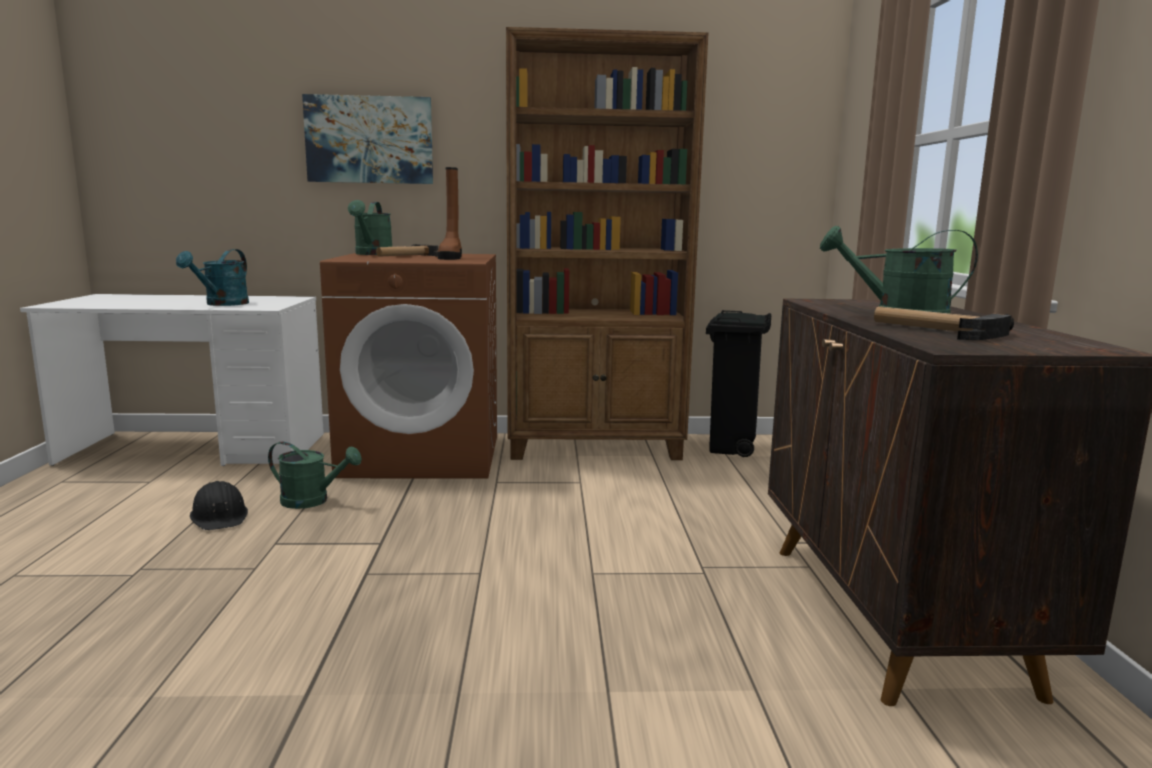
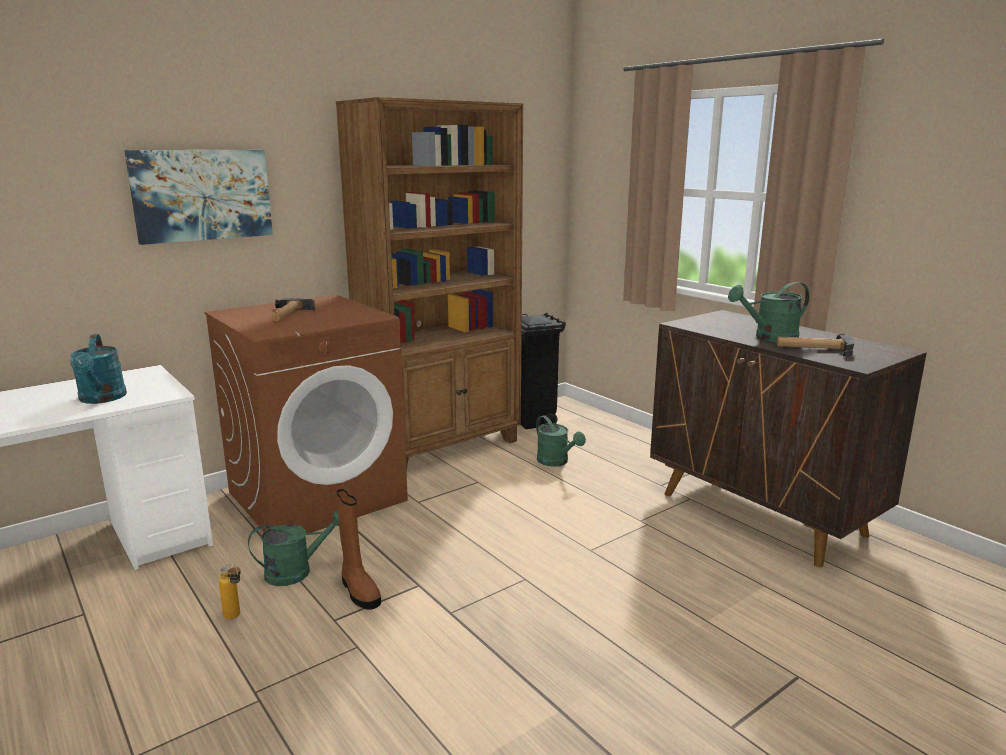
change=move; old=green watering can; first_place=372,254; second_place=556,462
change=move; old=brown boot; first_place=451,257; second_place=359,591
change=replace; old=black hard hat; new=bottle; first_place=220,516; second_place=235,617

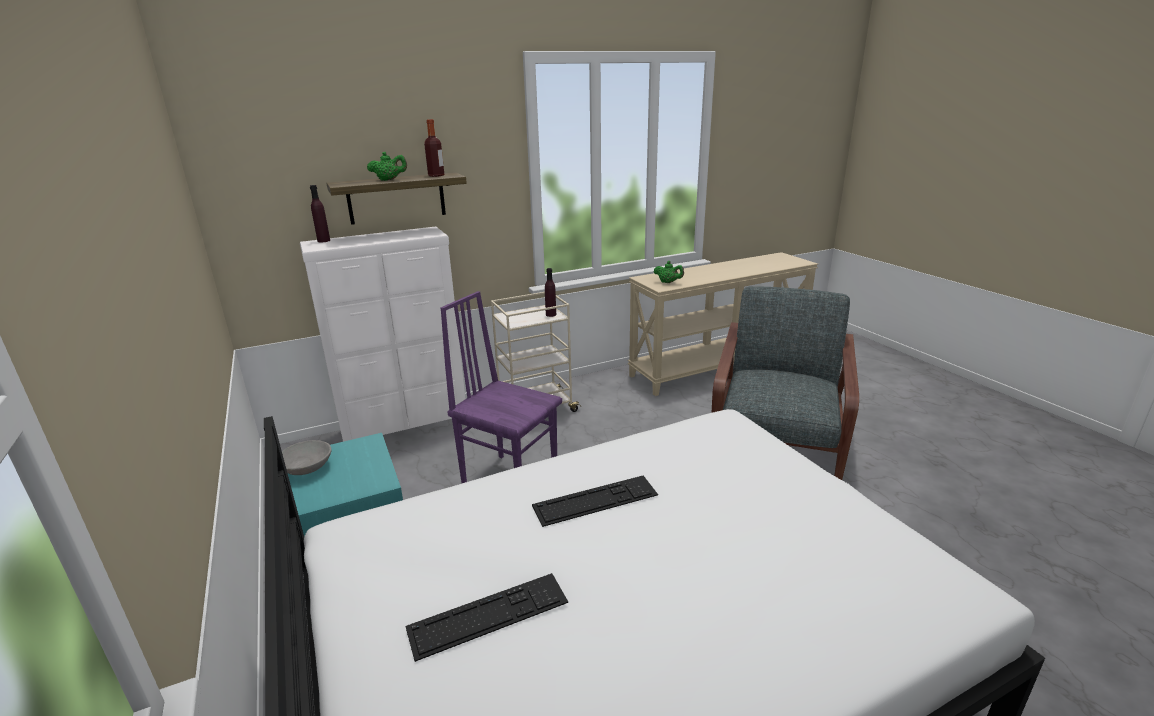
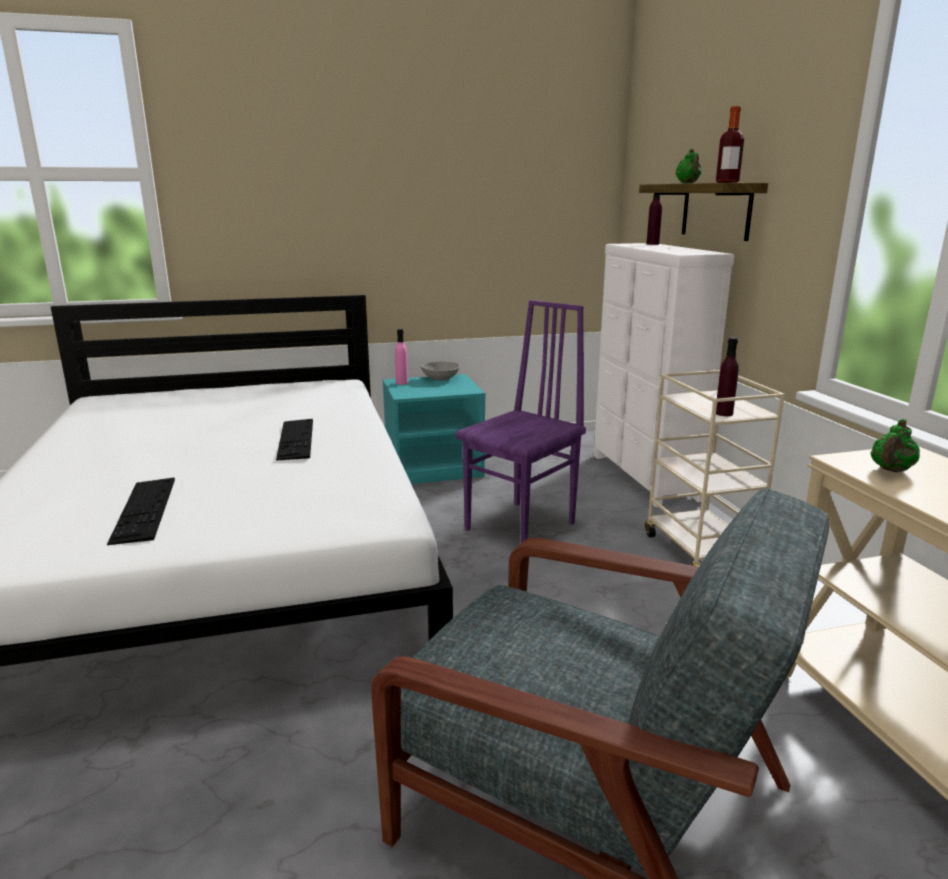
change=insert; new=pink bottle; second_place=401,383
change=move; old=keyboard; first_place=488,615; second_place=144,509

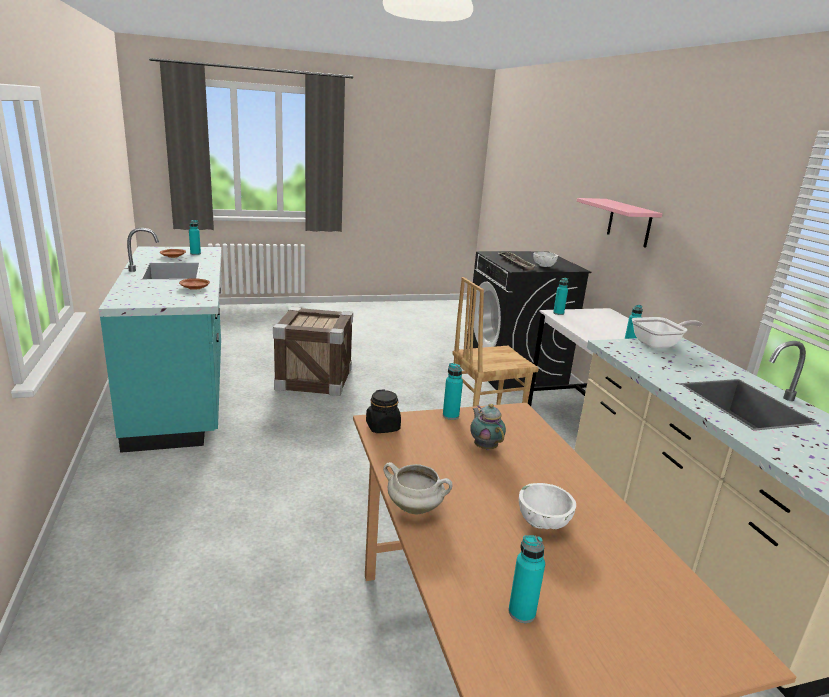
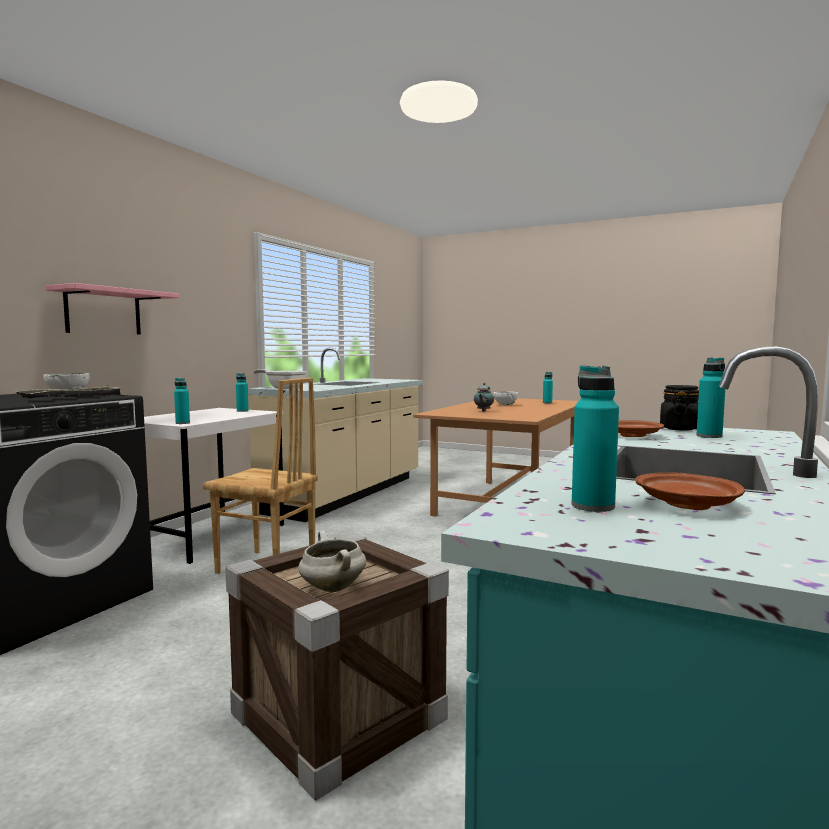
change=move; old=black jar; first_place=383,427; second_place=679,428
change=move; old=white cooking pot; first_place=415,507; second_place=331,588
change=move; old=turquoise bottle; first_place=450,416; second_place=709,436

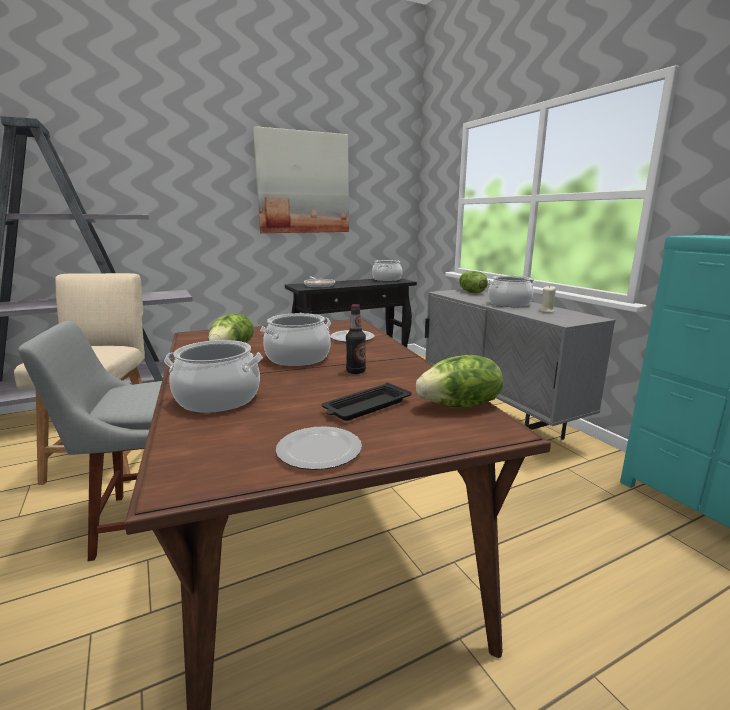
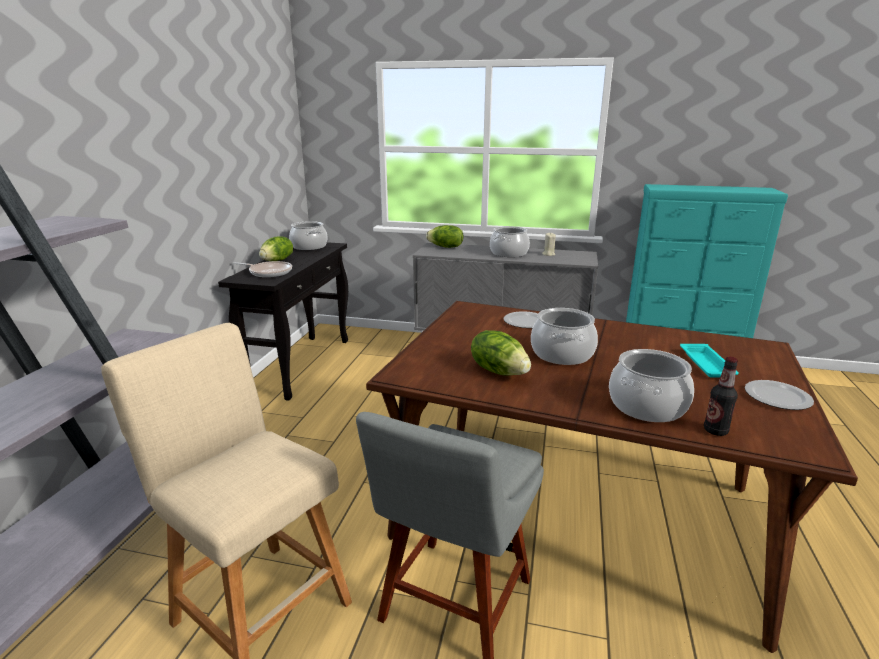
change=delete; old=picture; first_place=303,183
change=move; old=bottle; first_place=356,371; second_place=715,431
change=move; old=lettuce; first_place=460,405; second_place=277,260
change=recolor; old=black tray; new=turquoise tray; first_place=366,407; second_place=707,365

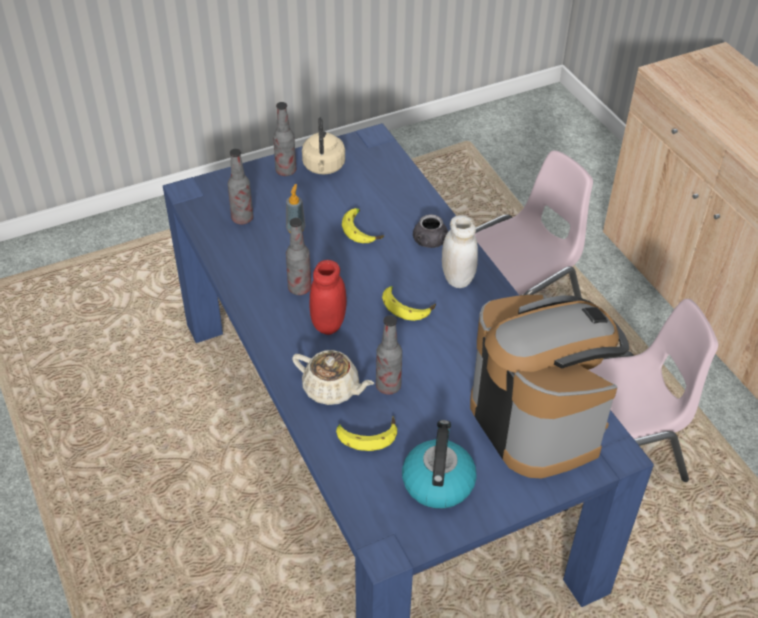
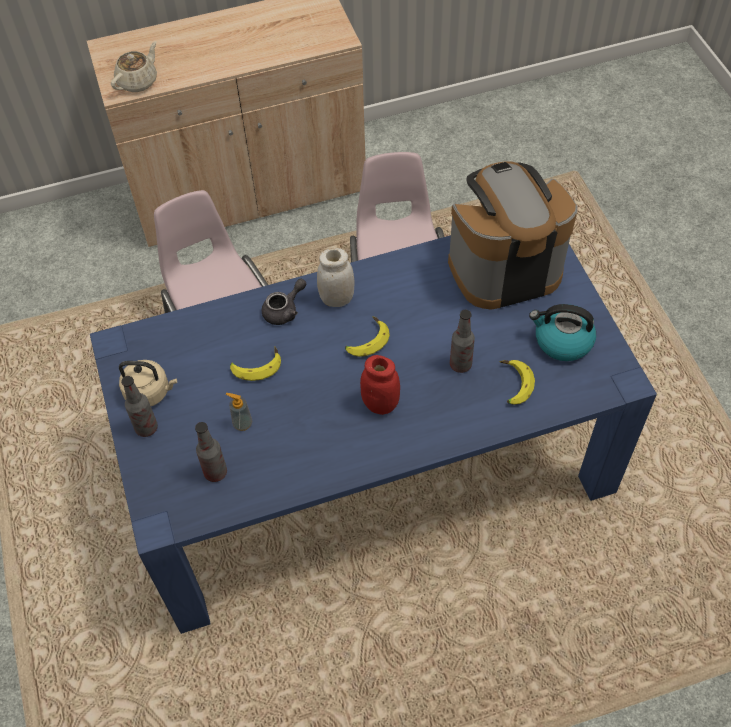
change=delete; old=bottle; first_place=299,288
change=move; old=beige teapot; first_place=332,389; second_place=138,81

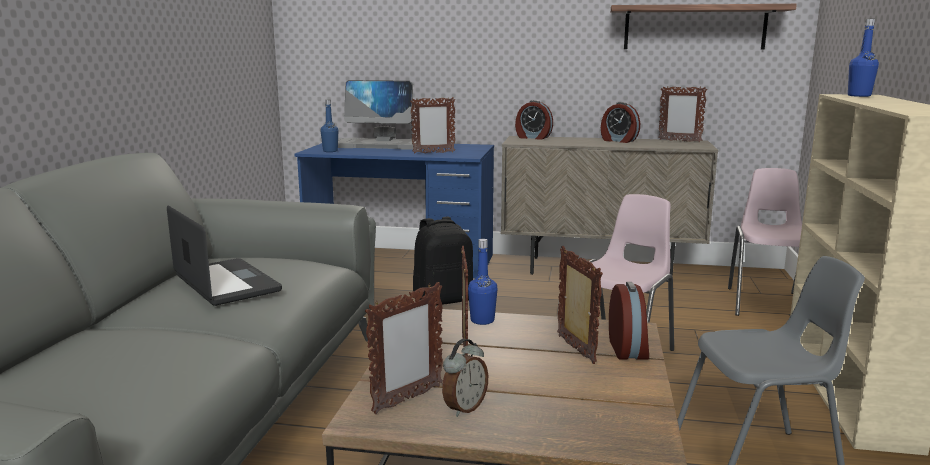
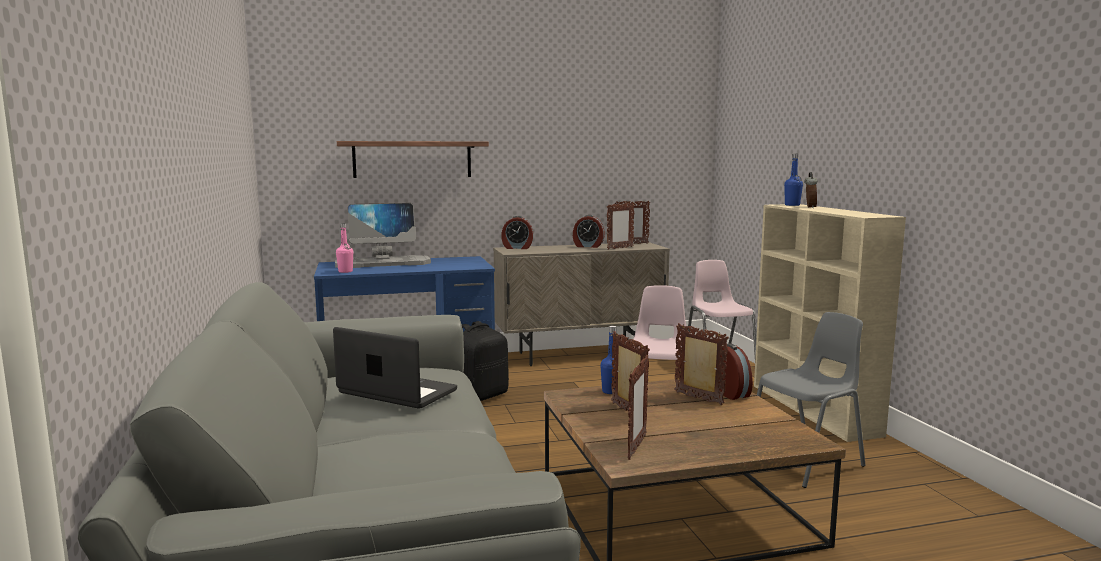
change=move; old=picture frame; first_place=433,153; second_place=619,248
change=move; old=alarm clock; first_place=464,408; second_place=809,207
change=move; old=shelf; first_place=694,27; second_place=412,159
change=recolor; old=blue bottle; new=pink bottle; first_place=330,151; second_place=345,271

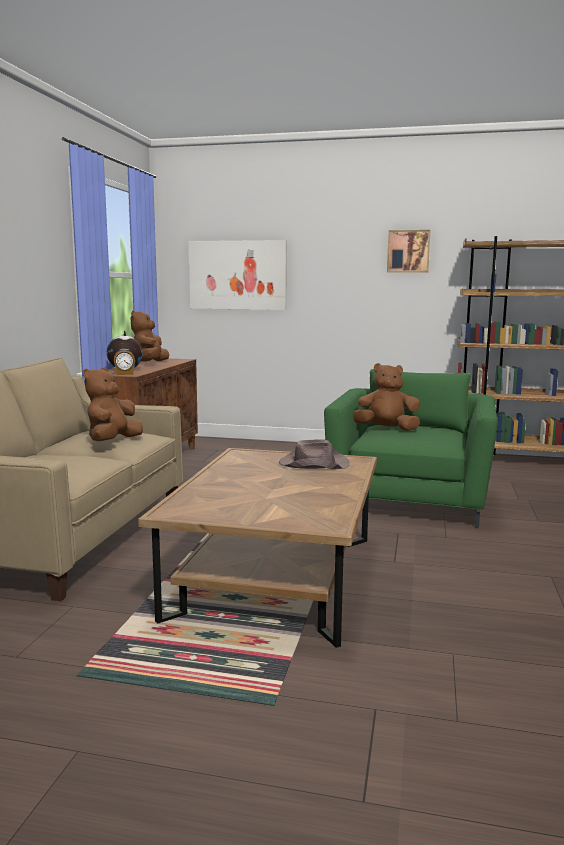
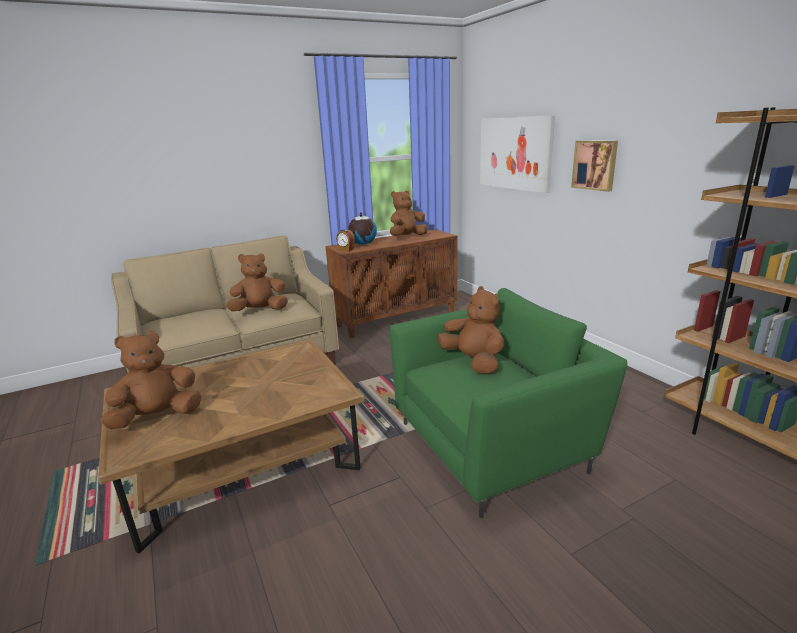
change=delete; old=brown hat; first_place=313,464
change=insert; new=brown plush toy; second_place=158,417
change=move; old=picture; first_place=408,251; second_place=595,165

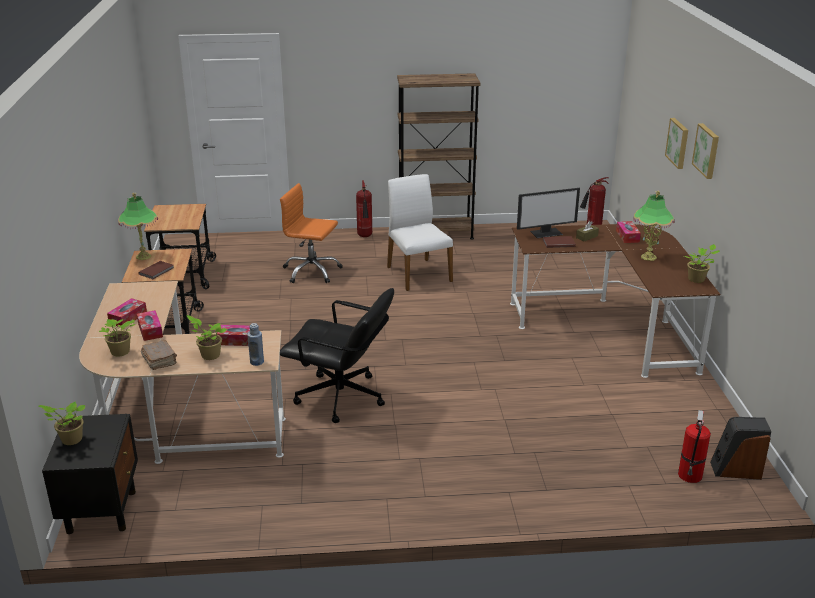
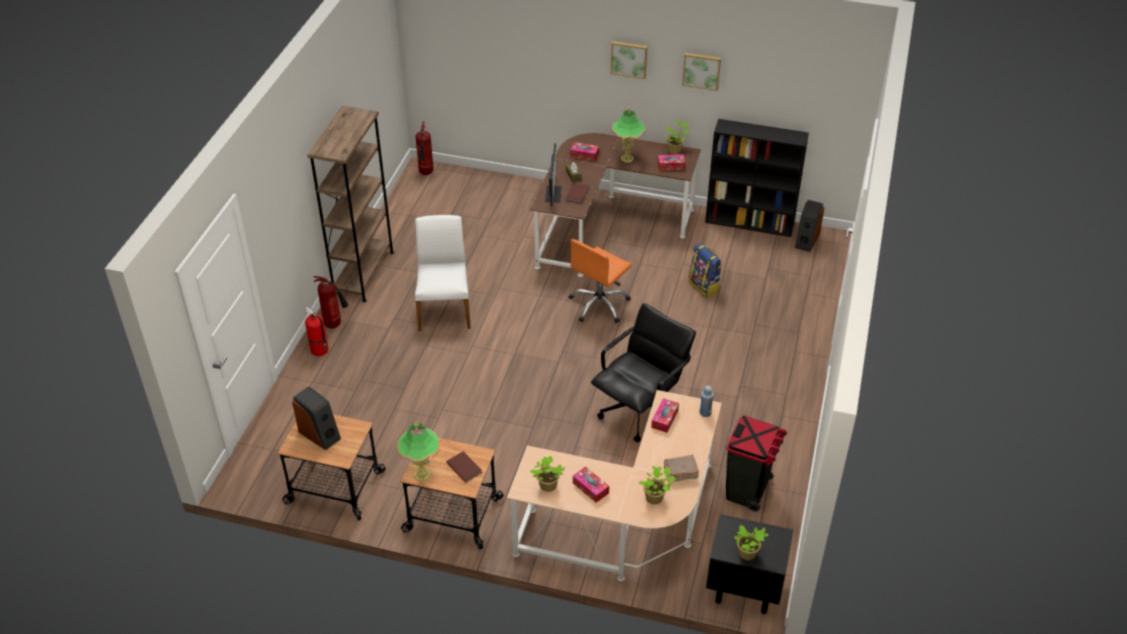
change=insert; new=speaker; second_place=320,434
change=insert; new=backpack; second_place=704,286
change=insert; new=black bookcase; second_place=750,223
change=insert; new=black trash can; second_place=747,490
change=move; old=tissue box; first_place=150,330; second_place=671,166
change=move; old=potted plant; first_place=209,355; second_place=547,486
change=move; old=orange office chair; first_place=311,271; second_place=599,305
change=move; old=picture; first_place=678,143; second_place=701,70
change=move; old=fire extinguisher; first_place=690,476; second_place=320,350
change=rotate; old=white chair; first_place=418,274; second_place=444,309; degrees=90

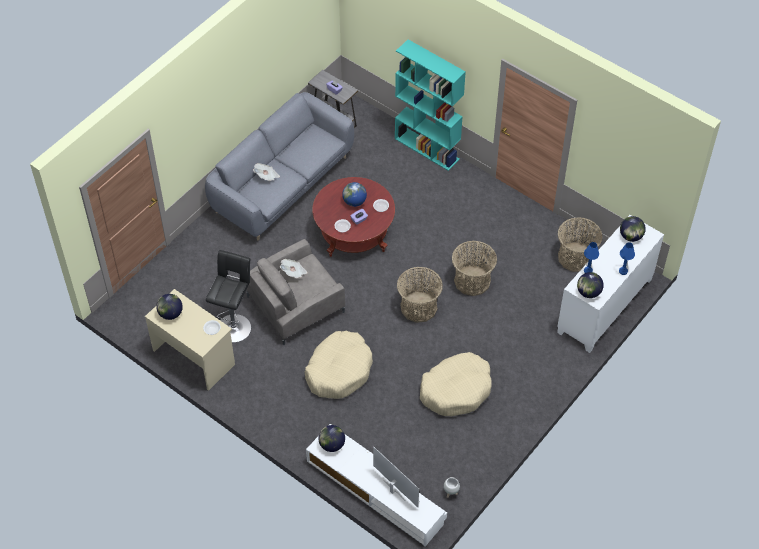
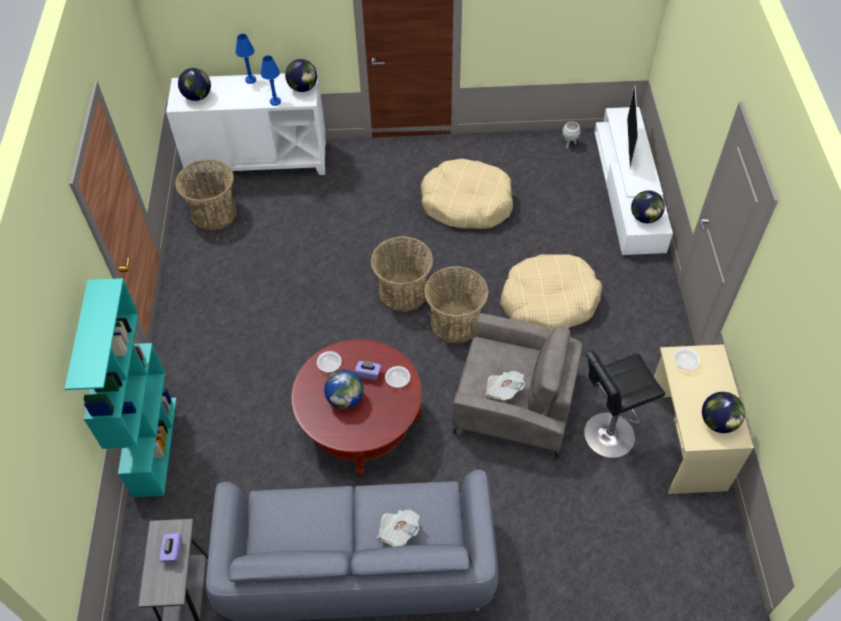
change=move; old=basket; first_place=472,281; second_place=455,322

